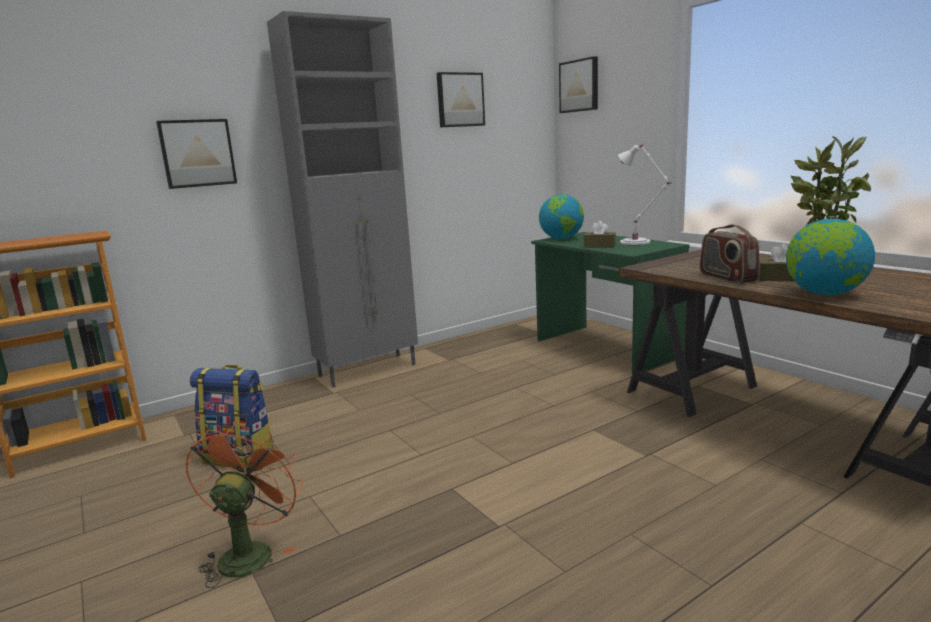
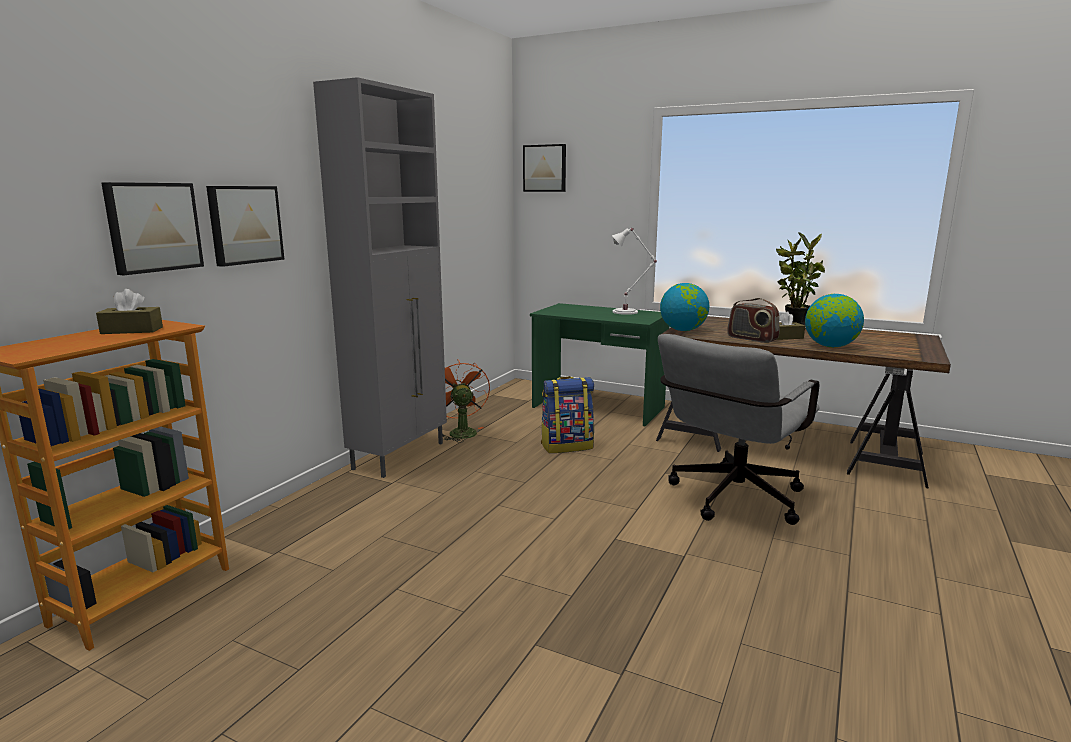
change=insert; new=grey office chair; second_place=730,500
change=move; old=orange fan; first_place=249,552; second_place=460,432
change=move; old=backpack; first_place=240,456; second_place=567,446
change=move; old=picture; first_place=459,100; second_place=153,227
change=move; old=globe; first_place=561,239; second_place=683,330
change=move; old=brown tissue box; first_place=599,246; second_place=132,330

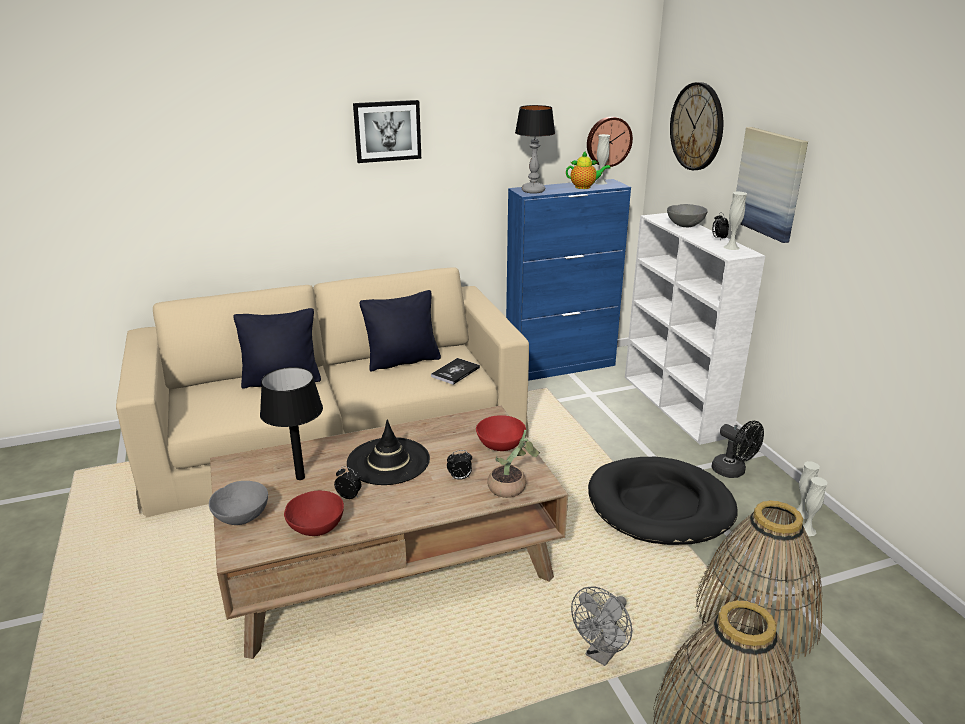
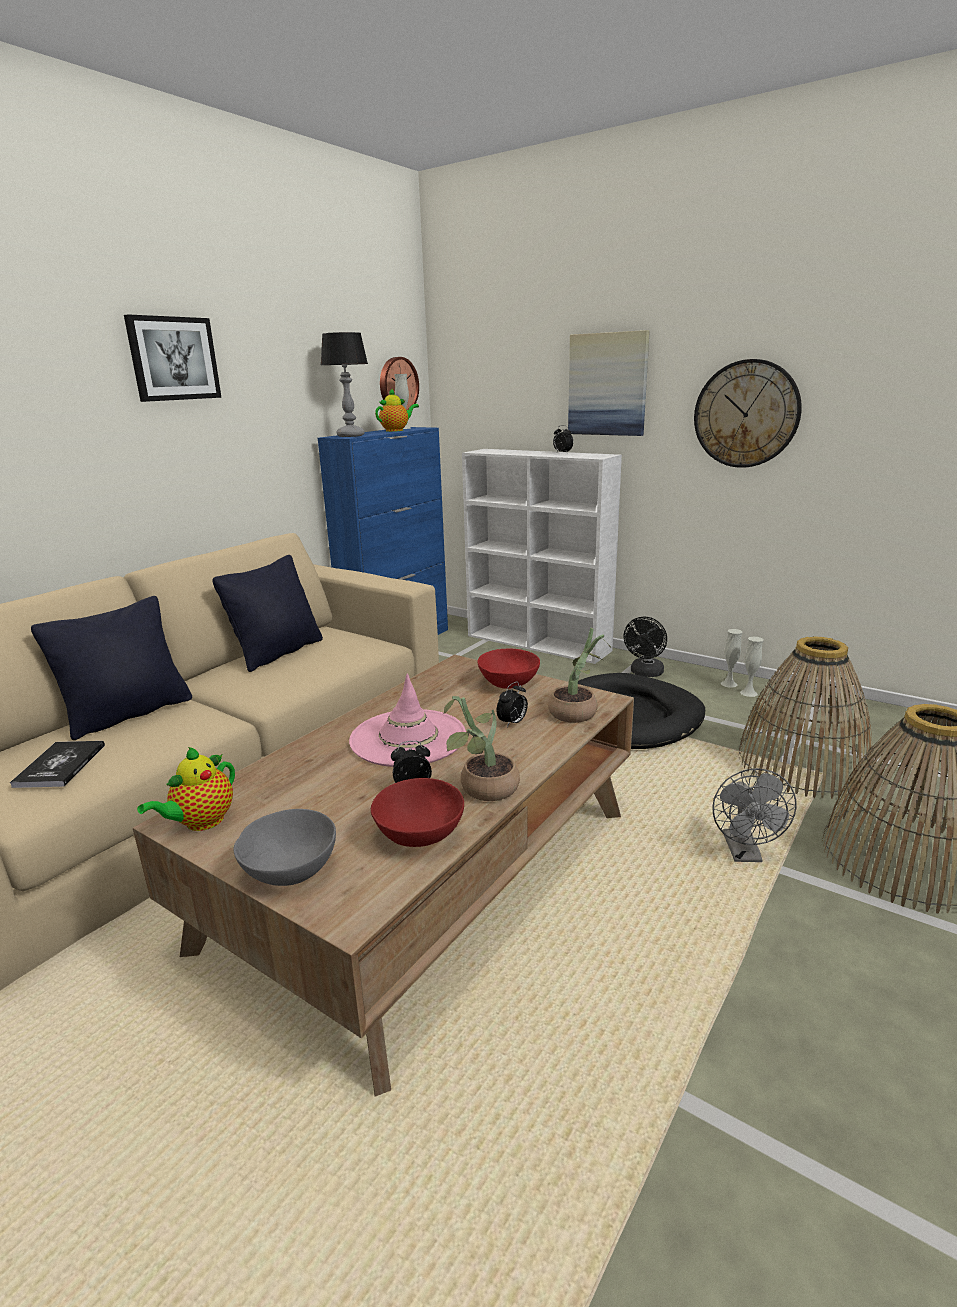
change=delete; old=black table lamp; first_place=301,477
change=delete; old=grey bowl; first_place=685,225
change=delete; old=white vase; first_place=731,247
change=insert; new=teapot; second_place=201,822
change=insert; new=potted plant; second_place=482,789
change=move; old=book; first_place=455,372; second_place=60,765
change=move; old=wall clock; first_place=697,126; second_place=746,414
change=recolor; old=black hat; new=pink hat; first_place=388,461; second_place=408,738
change=rotate; old=black fan; first_place=733,472; second_place=645,673; degrees=105

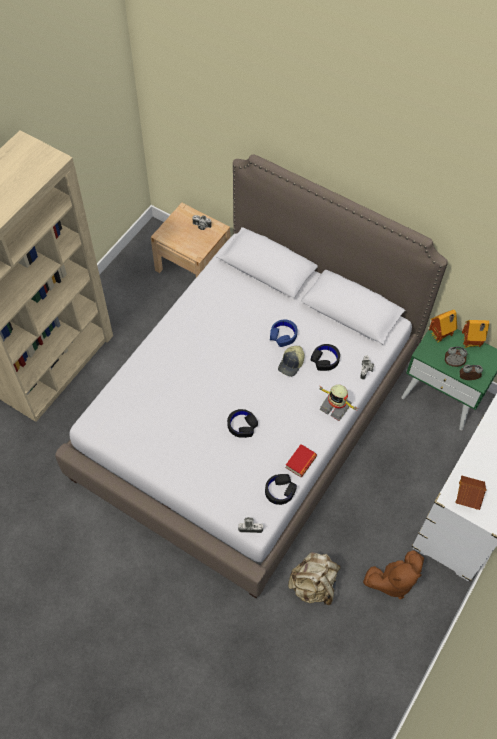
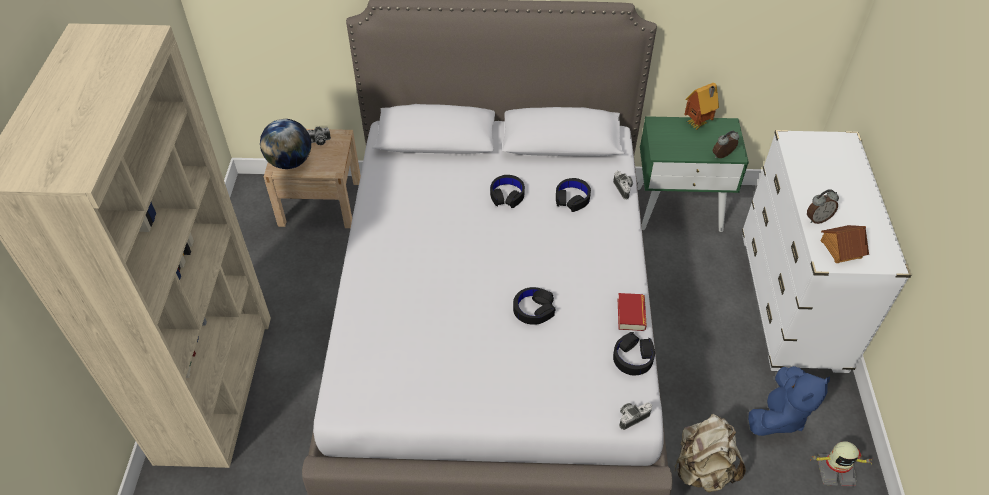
change=delete; old=cap; first_place=291,364
change=delete; old=toy house; first_place=439,337
change=insert; new=globe; second_place=290,162
change=move; old=toy robot; first_place=335,406; second_place=834,470
change=move; old=alarm clock; first_place=453,362; second_place=817,219
change=recolor; old=blue headphones; new=black headphones; first_place=283,335; second_place=507,195
change=recolor; old=brown plush toy; new=blue plush toy; first_place=393,581; second_place=778,416

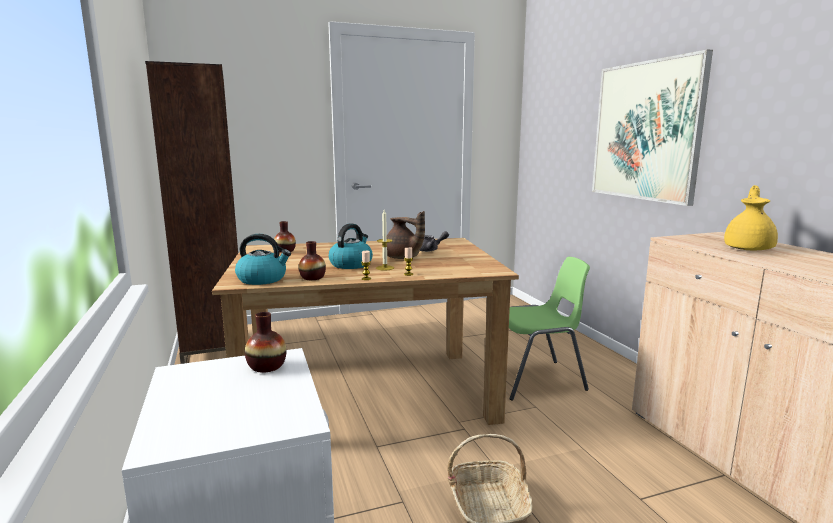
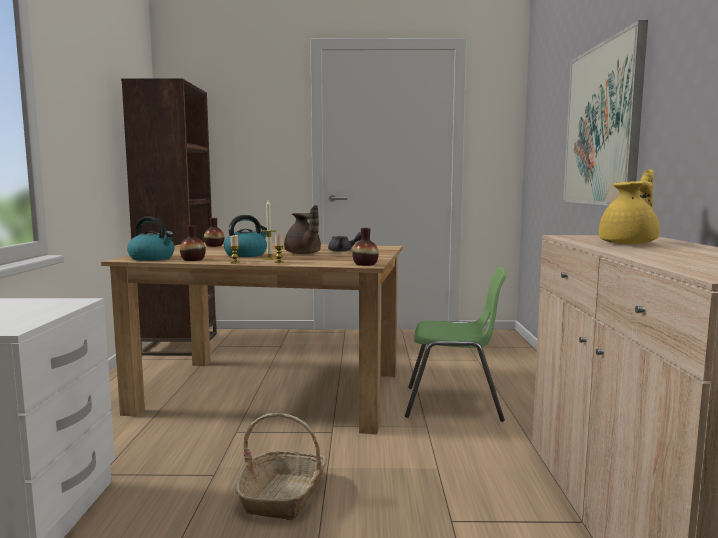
change=move; old=vase; first_place=266,366; second_place=365,264

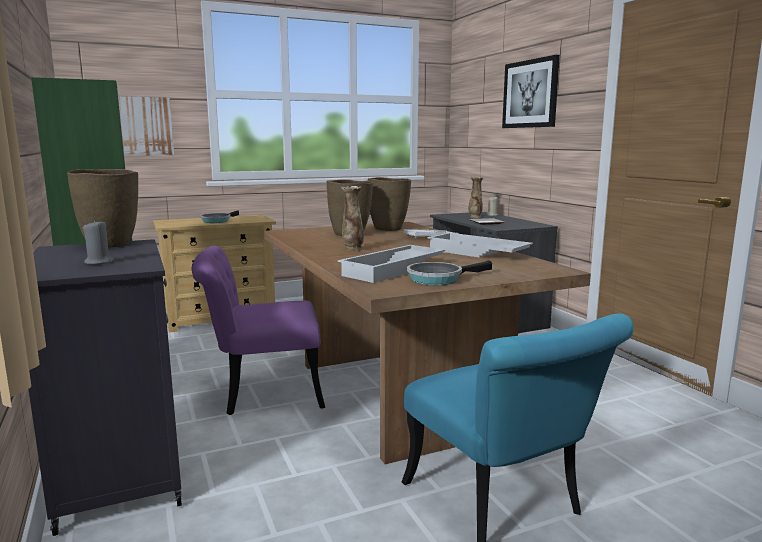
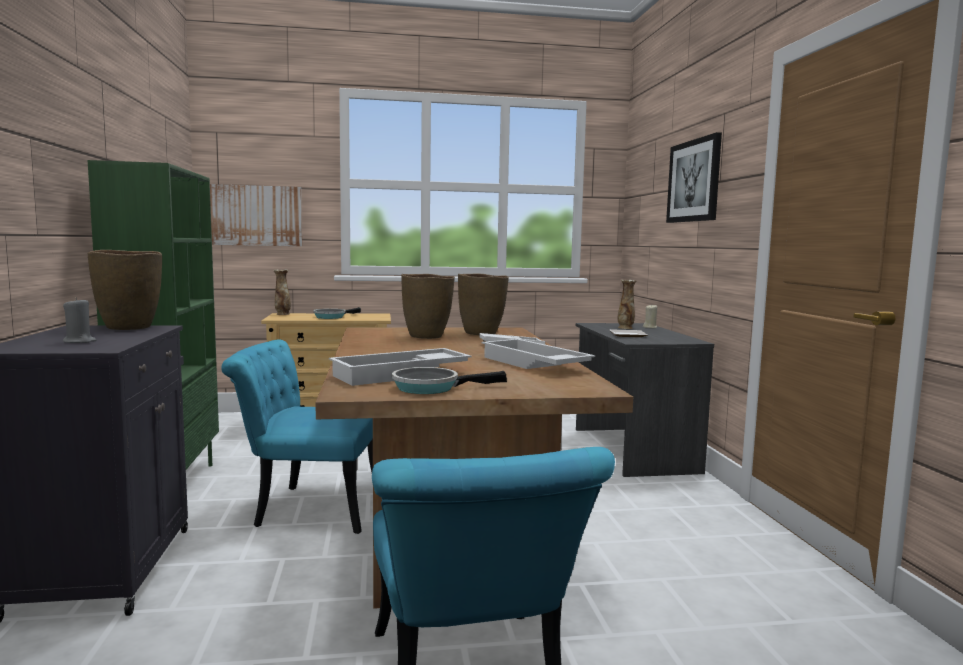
change=move; old=vase; first_place=352,249; second_place=282,314
change=recolor; old=purple chair; new=turquoise chair; first_place=261,393; second_place=307,508

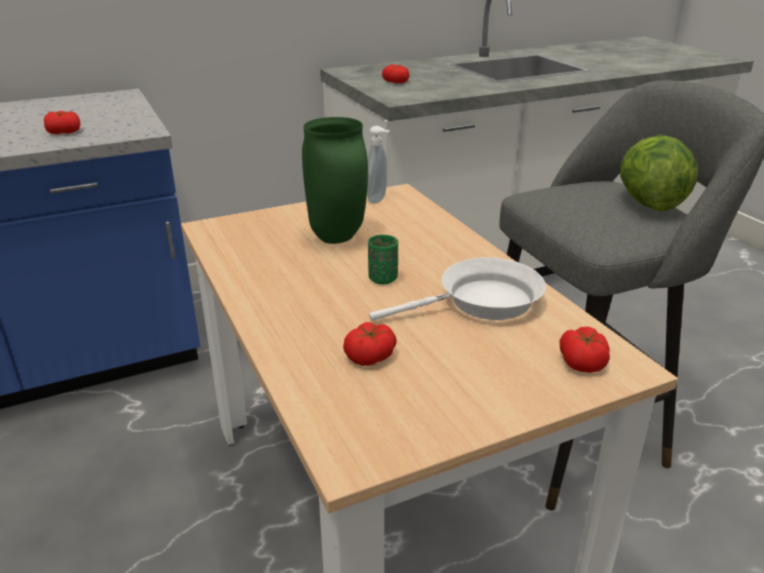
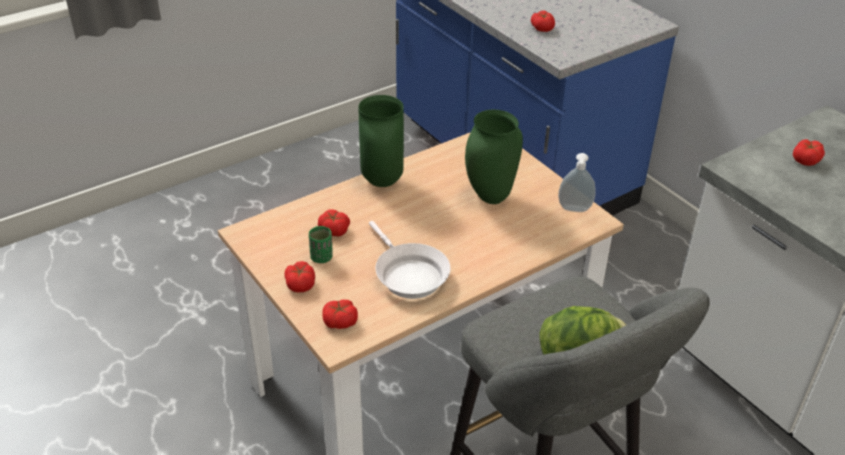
change=insert; new=tomato; second_place=300,284
change=insert; new=green vase; second_place=383,181
change=move; old=green cup; first_place=383,279; second_place=321,257

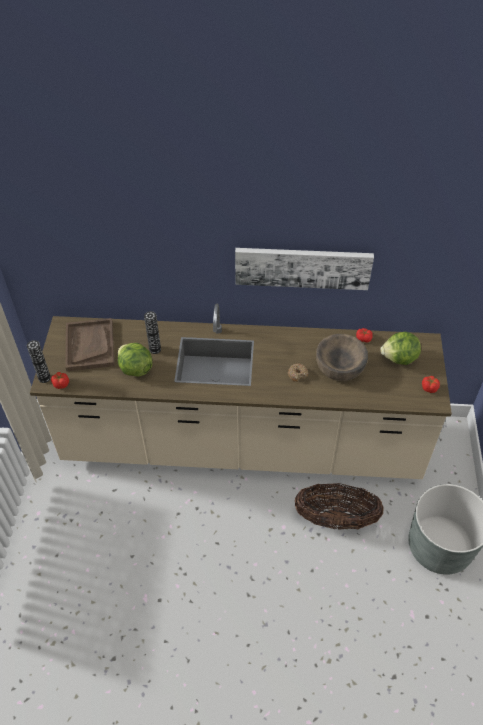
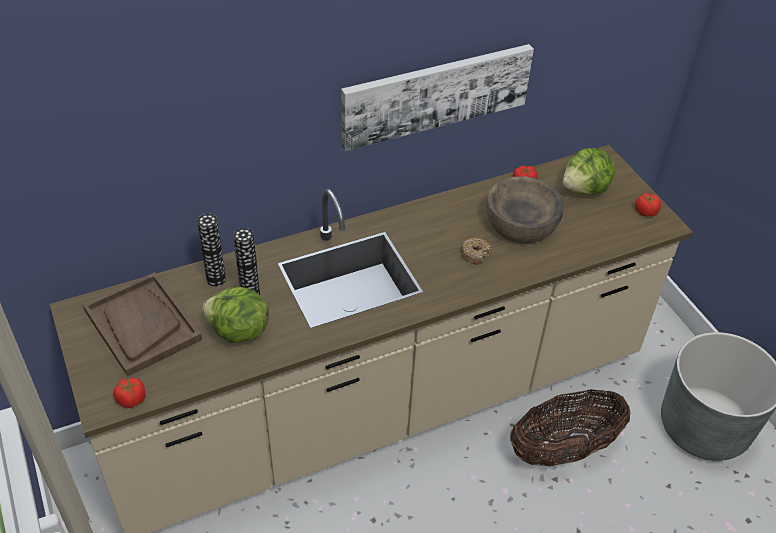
change=move; old=vase; first_place=44,378; second_place=216,279

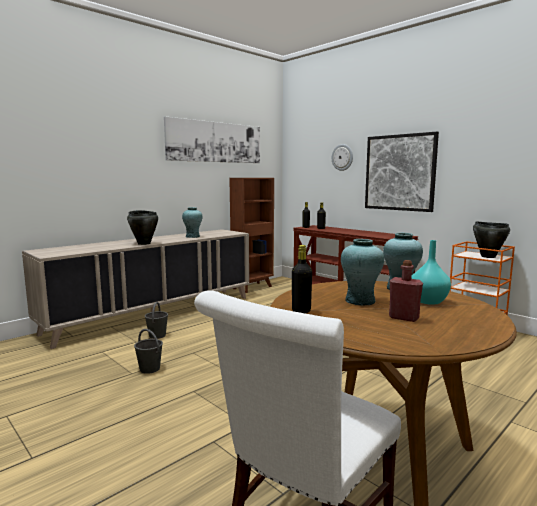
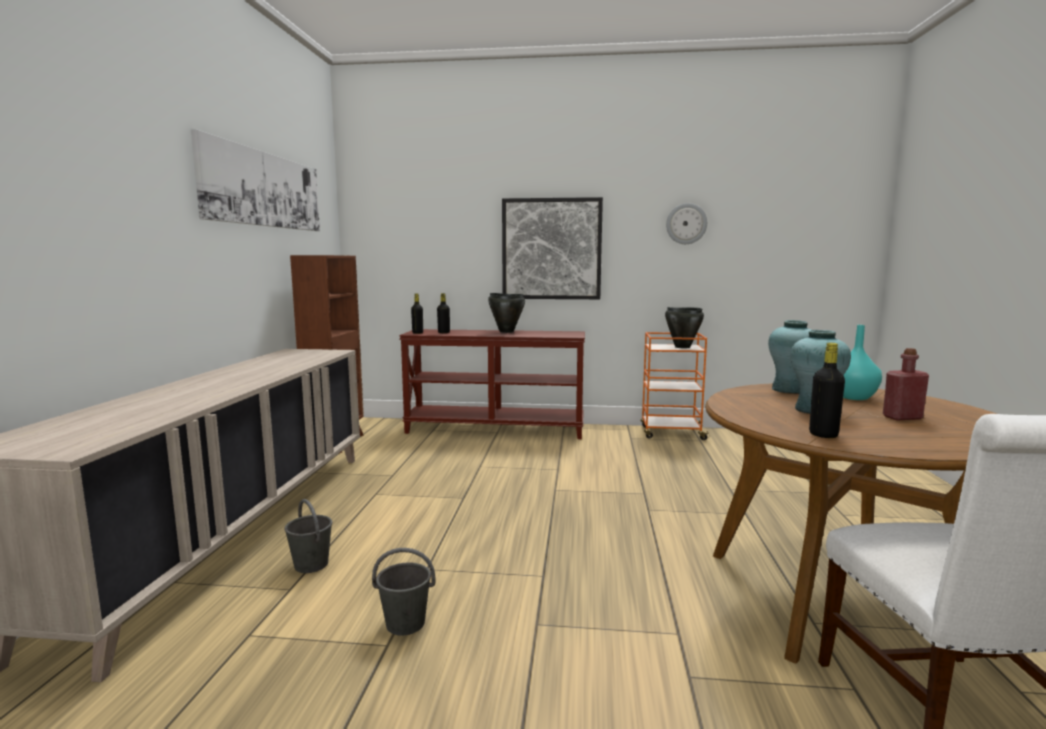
change=delete; old=turquoise vase; first_place=192,236
change=move; old=black cooking pot; first_place=144,243; second_place=506,332
change=move; old=wall clock; first_place=342,157; second_place=686,224

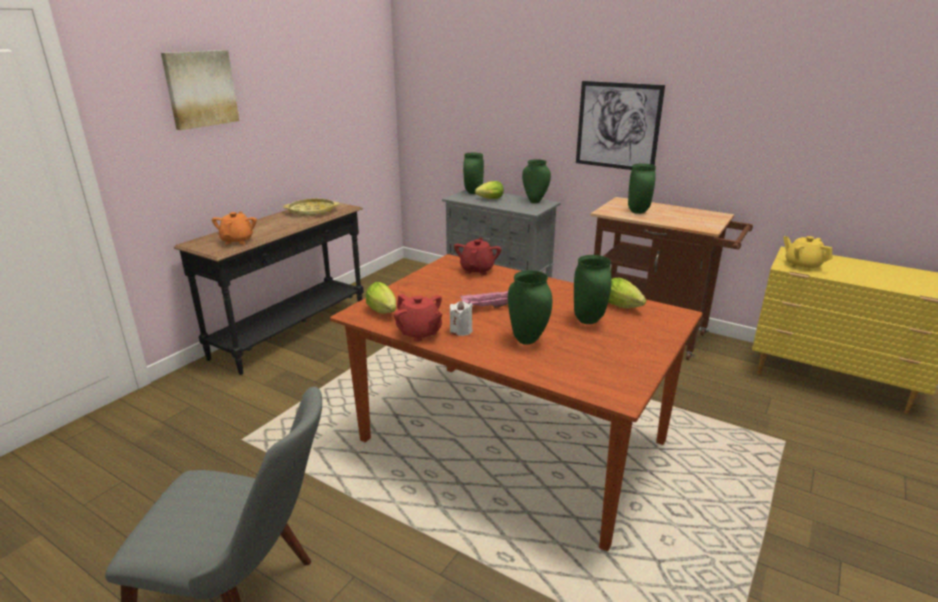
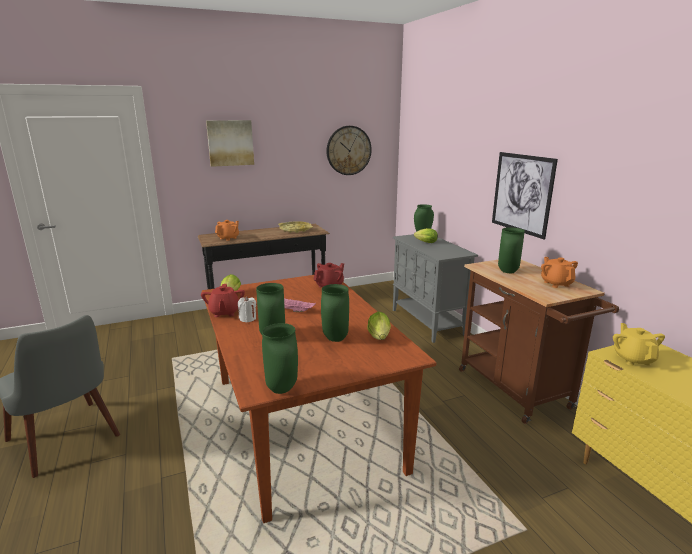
change=insert; new=wall clock; second_place=348,150
change=insert; new=orange teapot; second_place=556,283
change=move; old=green vase; first_place=535,201; second_place=283,389

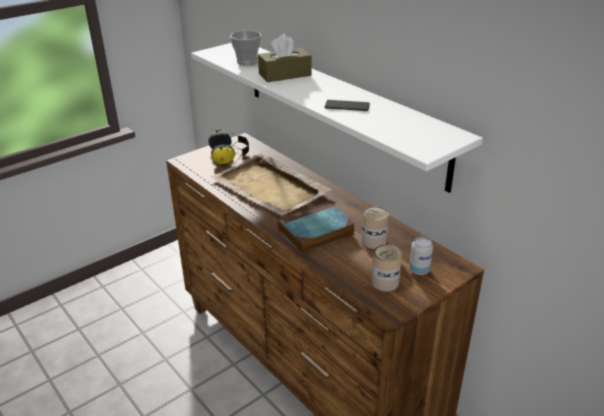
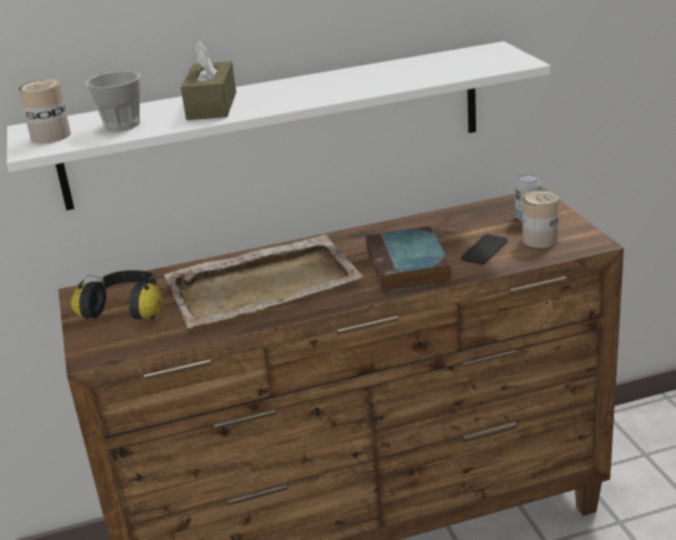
change=move; old=phone; first_place=347,106; second_place=484,250
change=move; old=can; first_place=373,241; second_place=50,136

